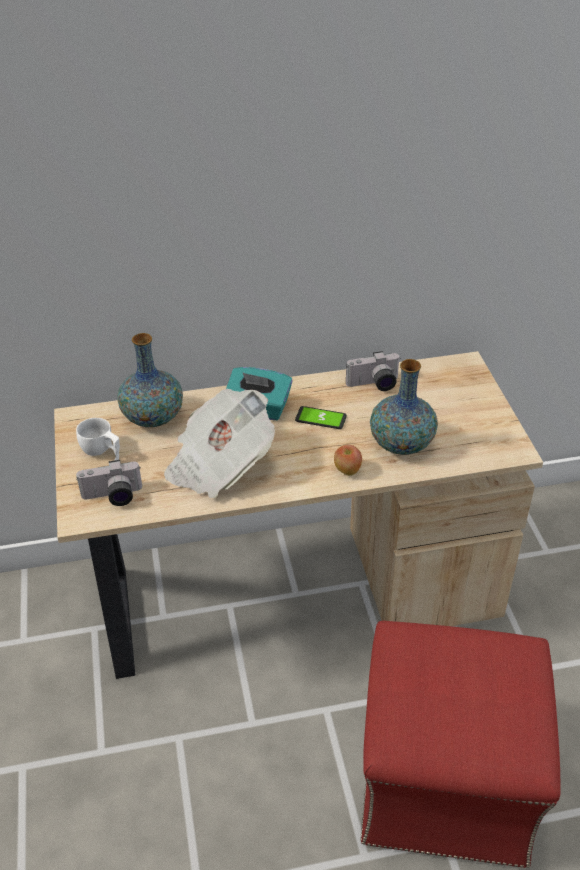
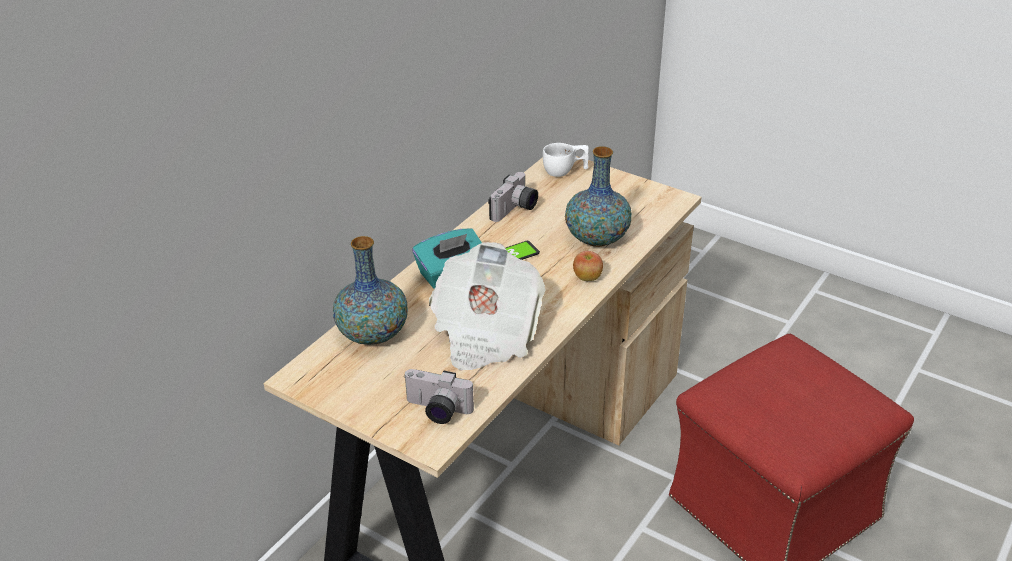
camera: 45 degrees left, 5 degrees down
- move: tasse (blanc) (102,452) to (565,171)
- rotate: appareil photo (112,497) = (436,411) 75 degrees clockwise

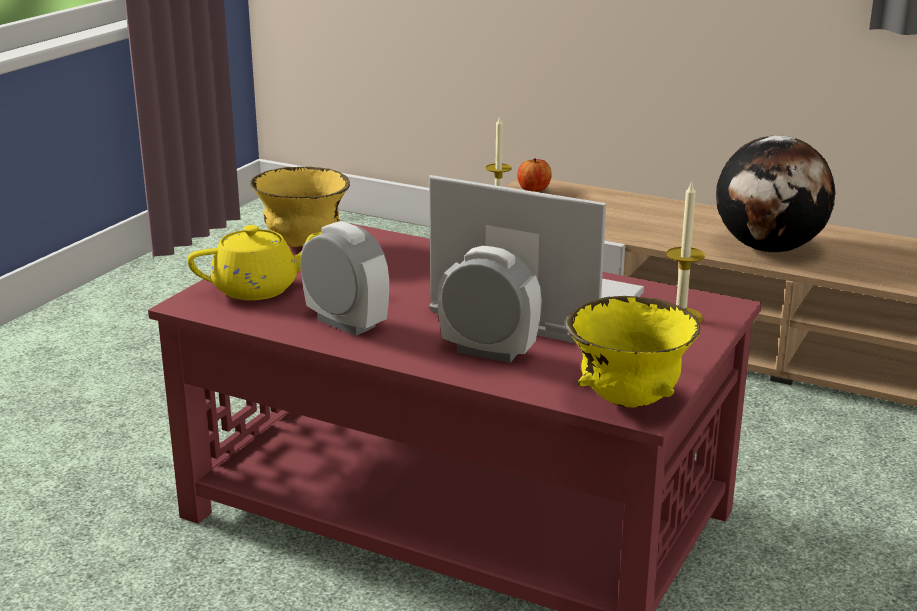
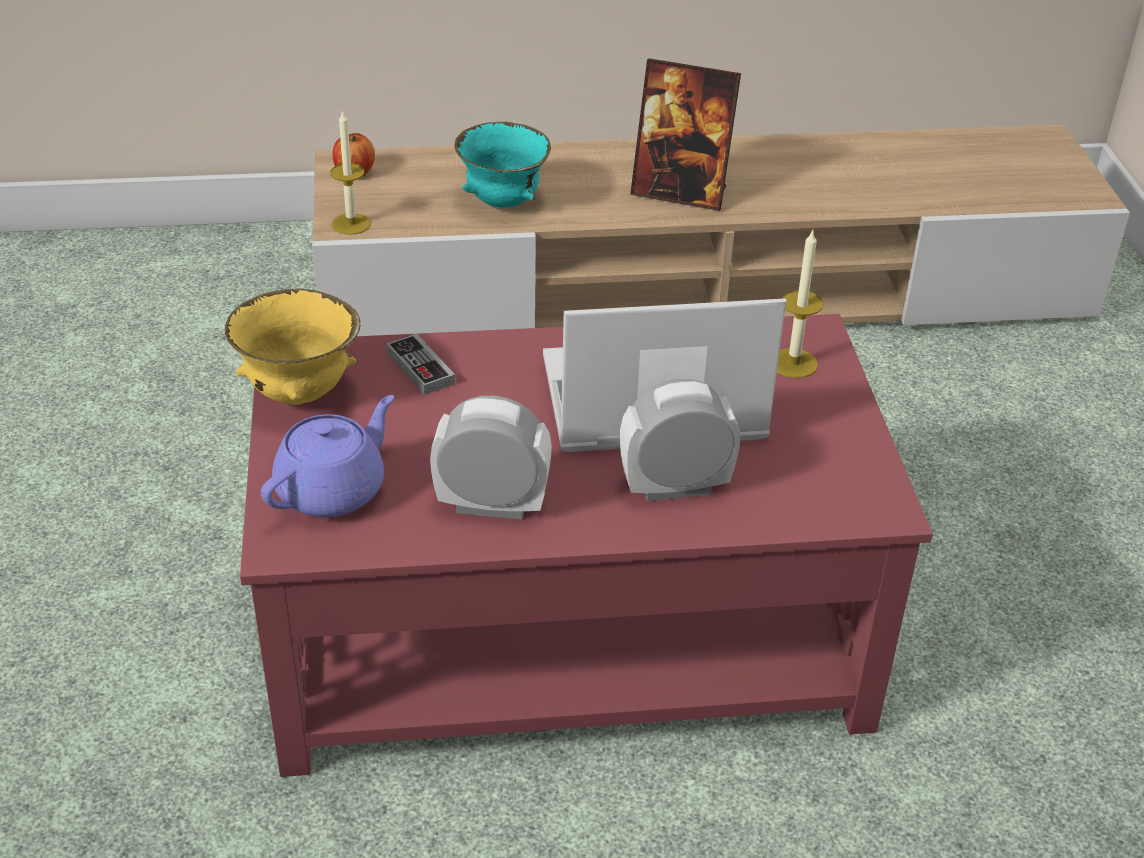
camera: 35 degrees left, 15 degrees up
- delete: bol (jaune) (628,400)
- insert: manette (420,368)
- insert: bol (turquoise) (502,203)
- replace: globe (769,248) to cadre photo (680,193)
- recolor: théière (jaune) (258,289) to théière (violet) (333,490)

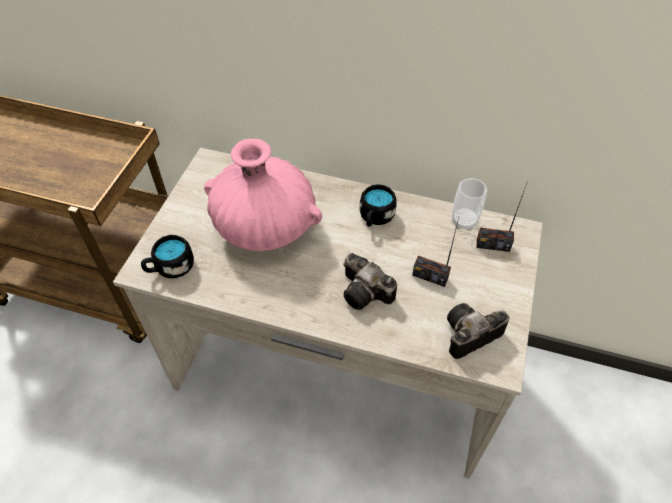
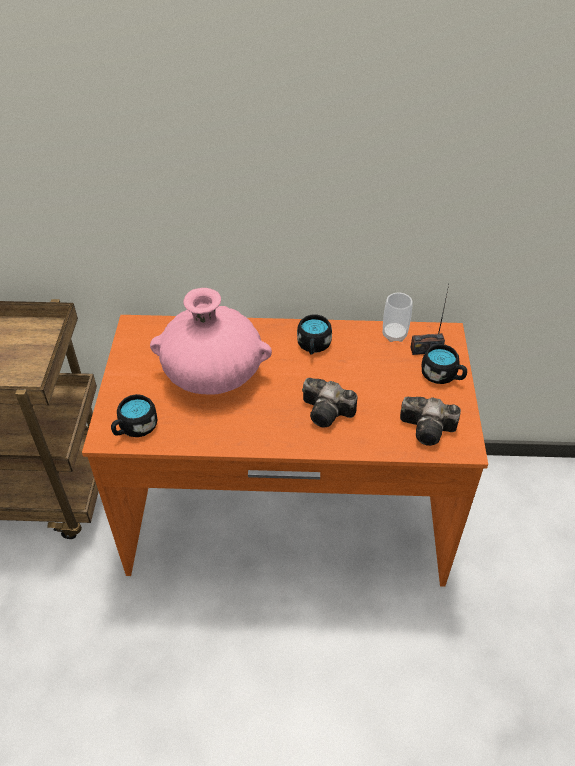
camera: 15 degrees left, 5 degrees down
- delete: radio (430,276)
- insert: mug (noir) (442,376)
- recolor: bureau (beige) (336,369) to bureau (orange) (287,517)
- rotate: appareil photo (468,336) = (429,429) 120 degrees counterclockwise

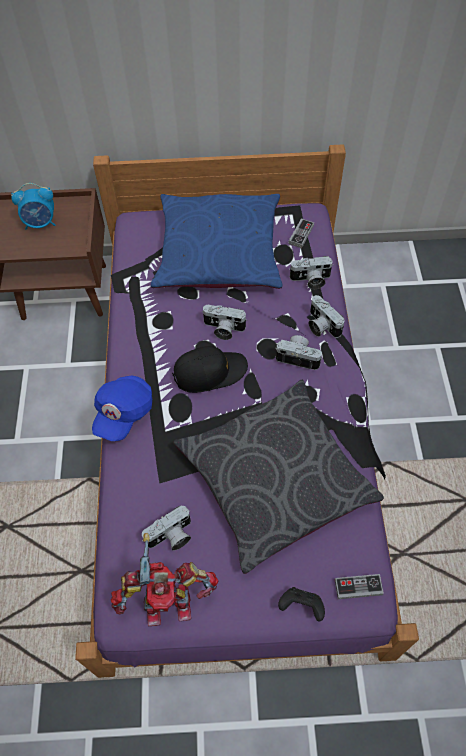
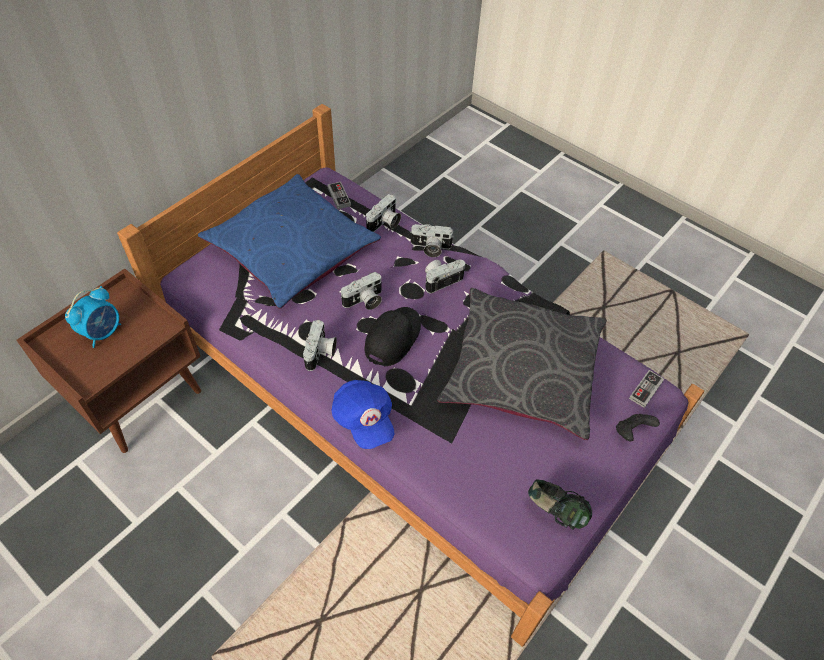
camera: 50 degrees left, 5 degrees down
- move: appareil photo (171,537) to (321,353)
- replace: robot jouet (167,602) to casque audio (555,512)

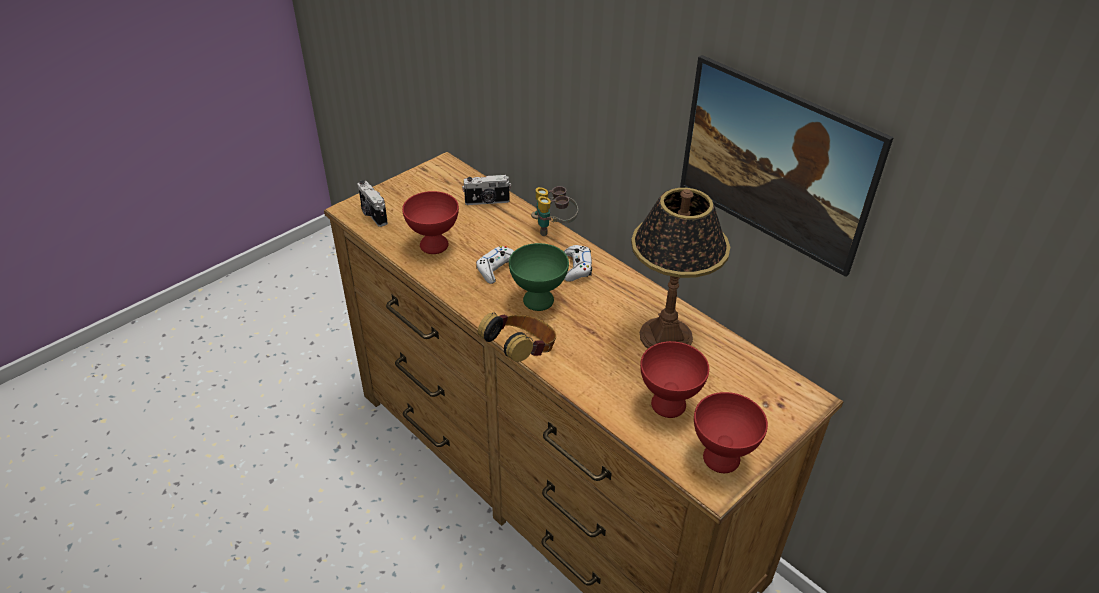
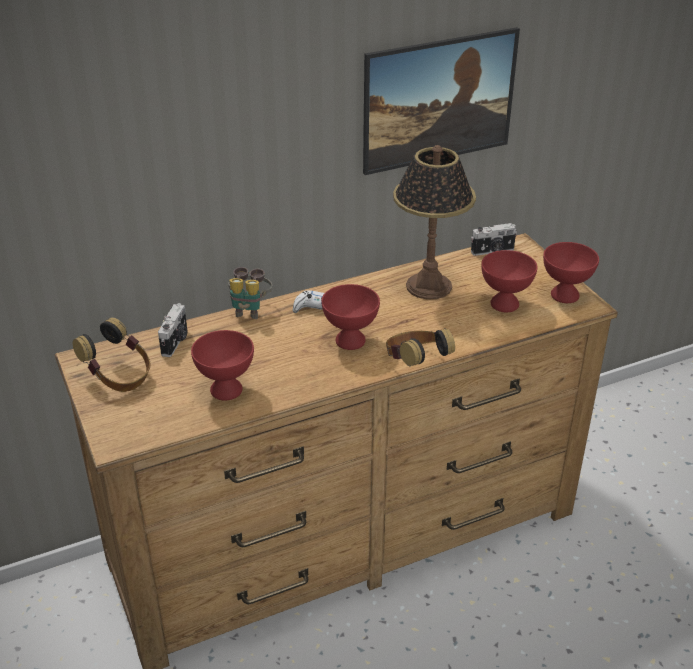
camera: 70 degrees left, 5 degrees down
- delete: manette (blanc) (497,269)
- insert: casque audio (119,377)
- move: appareil photo (372,214) to (493,251)
- recolor: bol (vert) (539,300) to bol (rouge) (350,340)

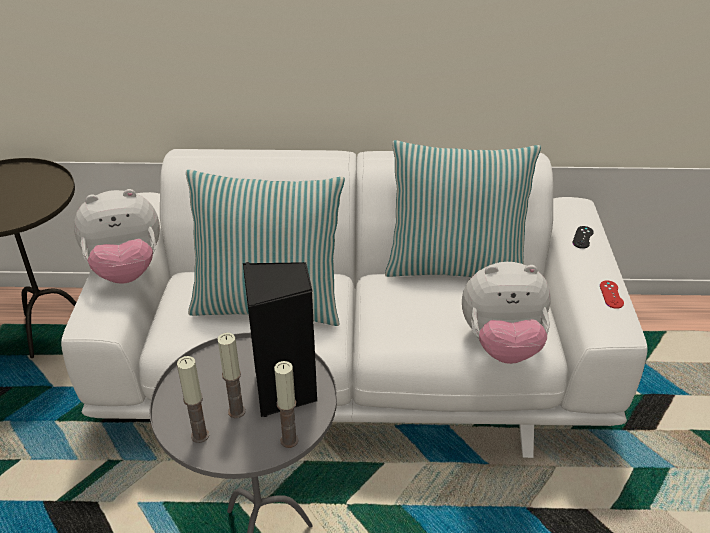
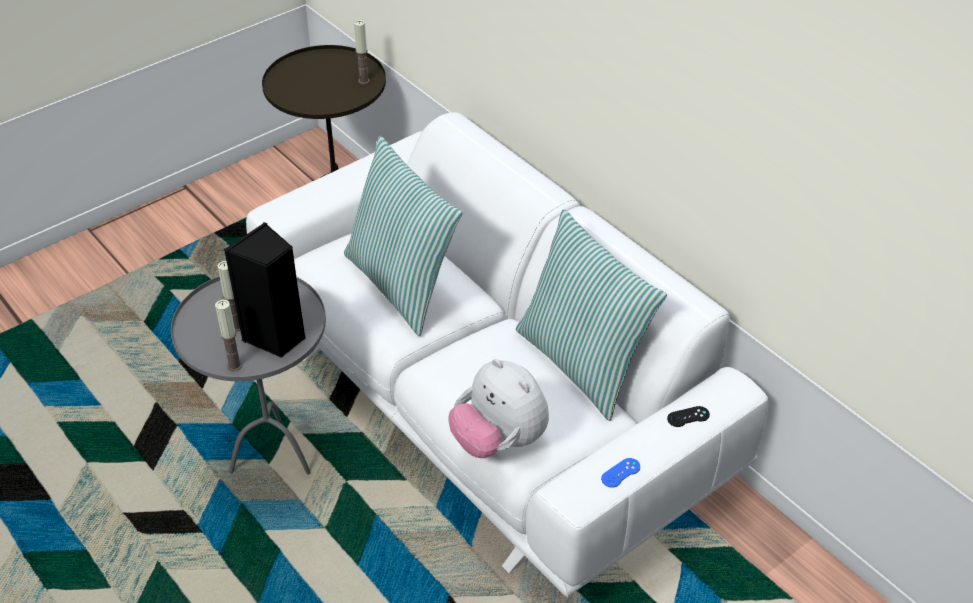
camera: 50 degrees right, 5 degrees up
- delete: peluche (126,270)
- move: bougie (200,435) to (363,80)
- recolor: manette (rouge) (611,294) to manette (bleu) (620,473)

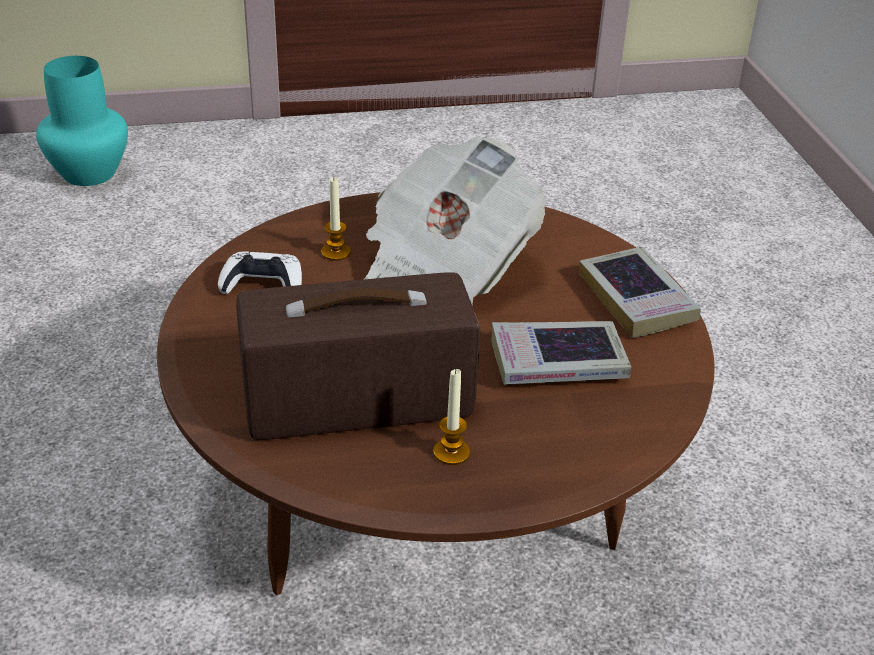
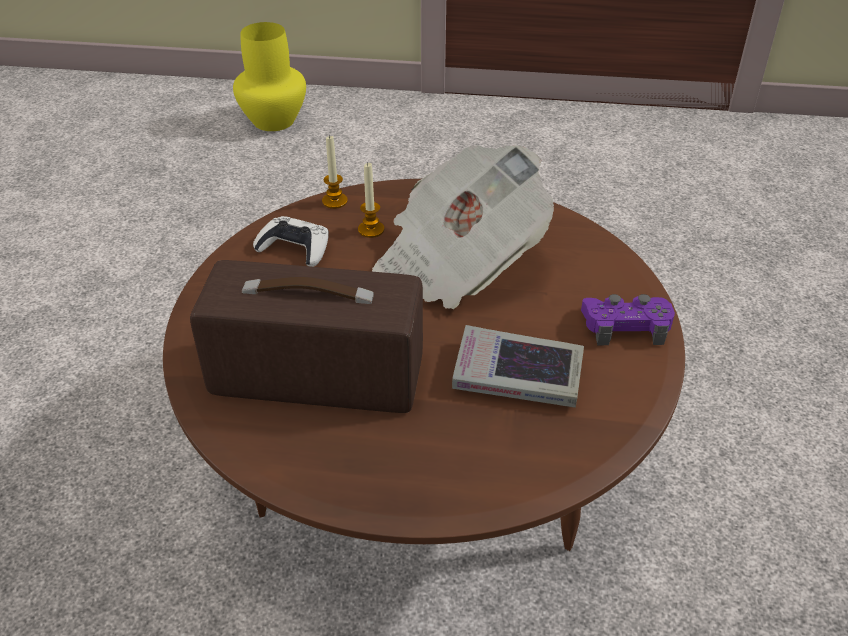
camera: 20 degrees right, 5 degrees up
- move: bougie (451,452) to (334,201)
- replace: livre (636,299) to manette (violet) (625,326)
- recolor: vase (turquoise) (88,173) to vase (jaune) (273,120)

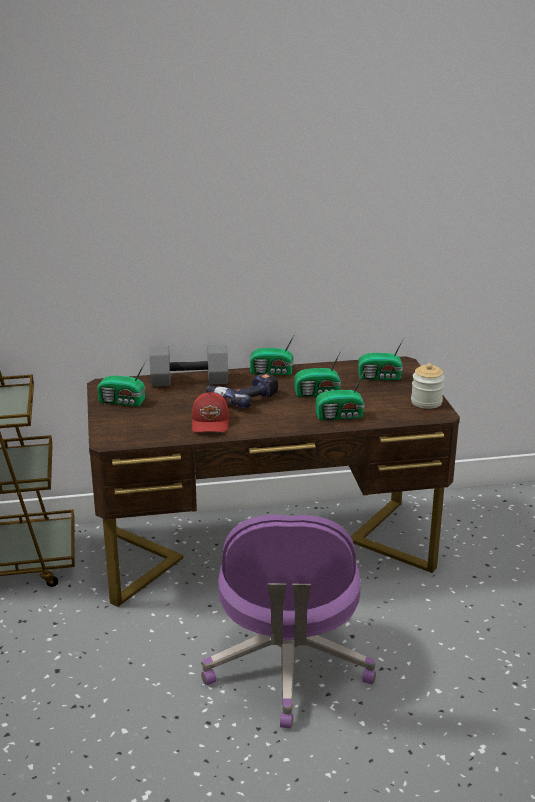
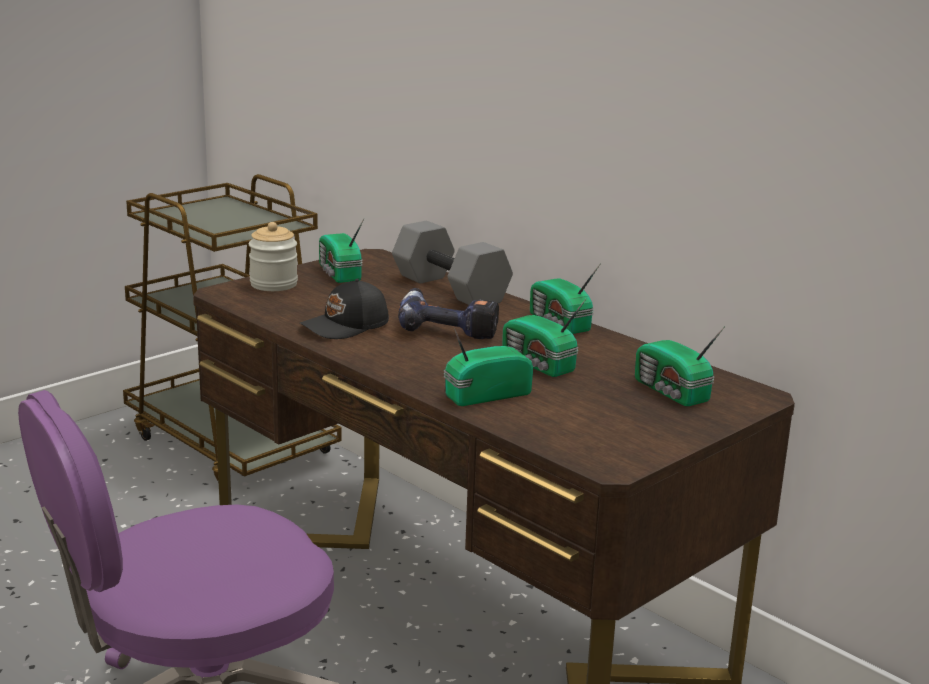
camera: 55 degrees right, 5 degrees down
- move: bocal (426,402) to (273,284)
- recolor: casquette (rouge) (211,422) to casquette (noir) (346,326)
- rotate: radio (341,416) = (484,395) 105 degrees clockwise

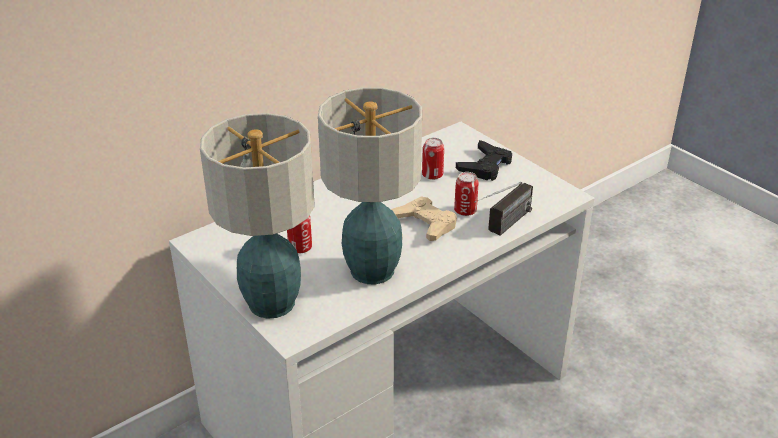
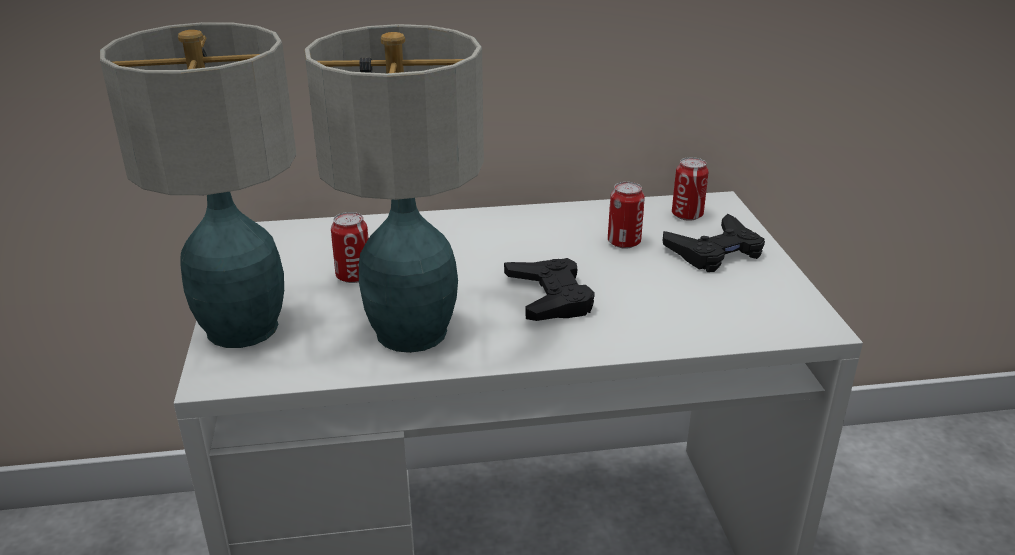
camera: 30 degrees right, 5 degrees down
- delete: radio (502,227)
- move: boîte métallique (465,211) to (687,215)
- recolor: manette (beige) (425,223) to manette (noir) (549,297)

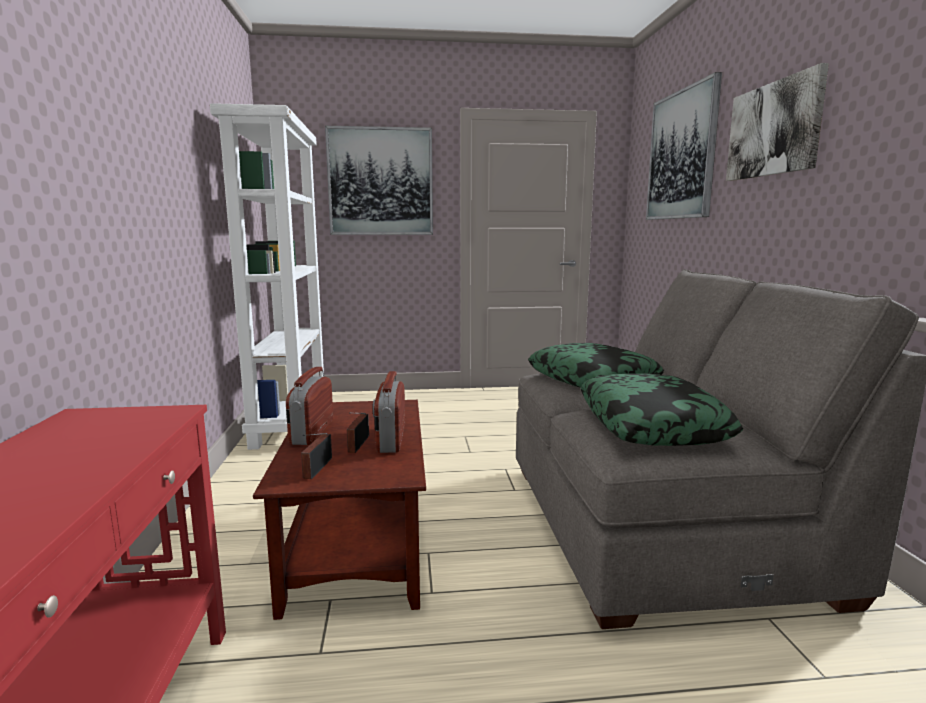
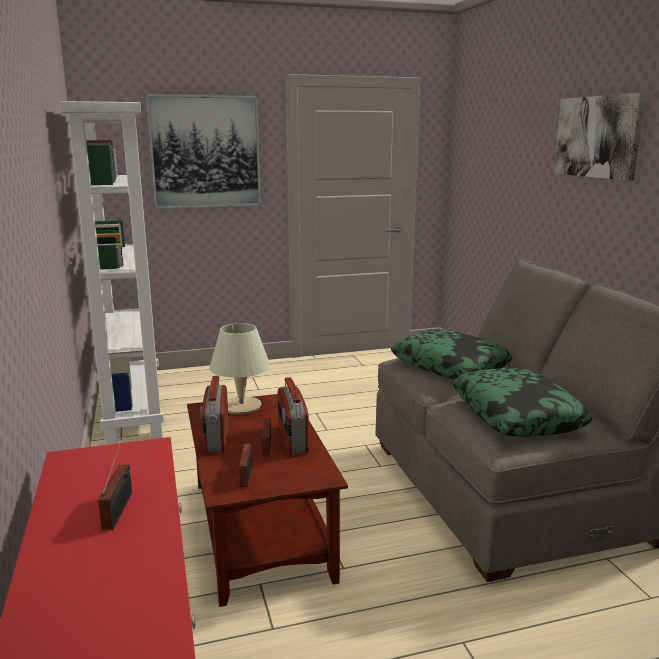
camera: 10 degrees left, 5 degrees up
- delete: tableau (681,155)
- insert: radio (119,508)
- insert: lampe de table (beige) (242,406)

